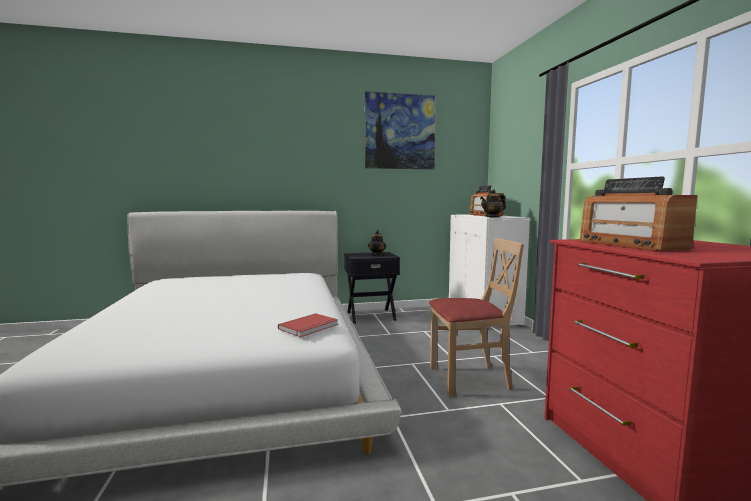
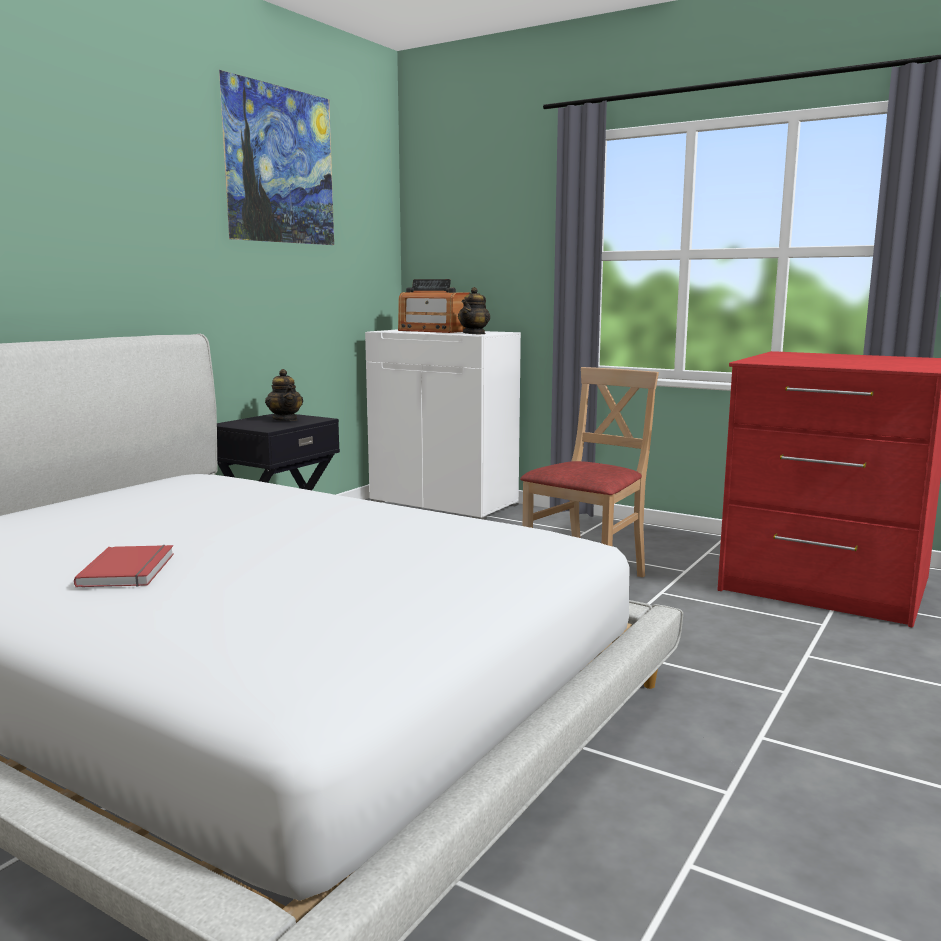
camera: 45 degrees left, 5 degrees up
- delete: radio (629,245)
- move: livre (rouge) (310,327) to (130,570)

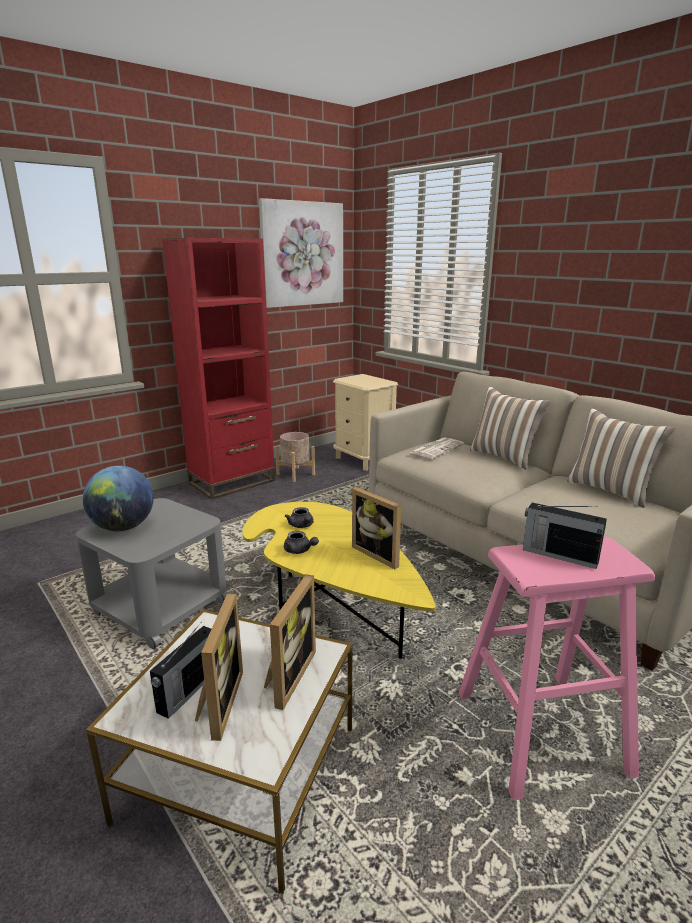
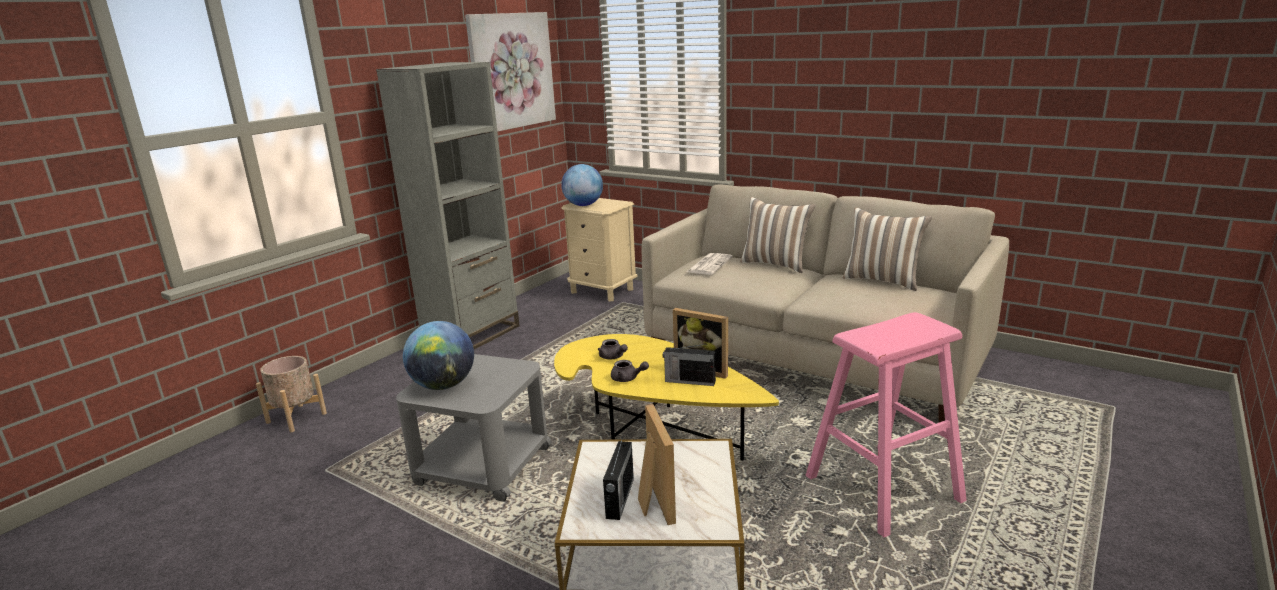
camera: 15 degrees left, 0 degrees up
- delete: cadre photo (287,676)
- insert: globe (583,205)
- move: cache-pot (beige) (296,474) to (296,418)
- move: radio (558,555) to (689,381)
- recolor: bibliothèque (rouge) (232,482) to bibliothèque (gris) (472,335)

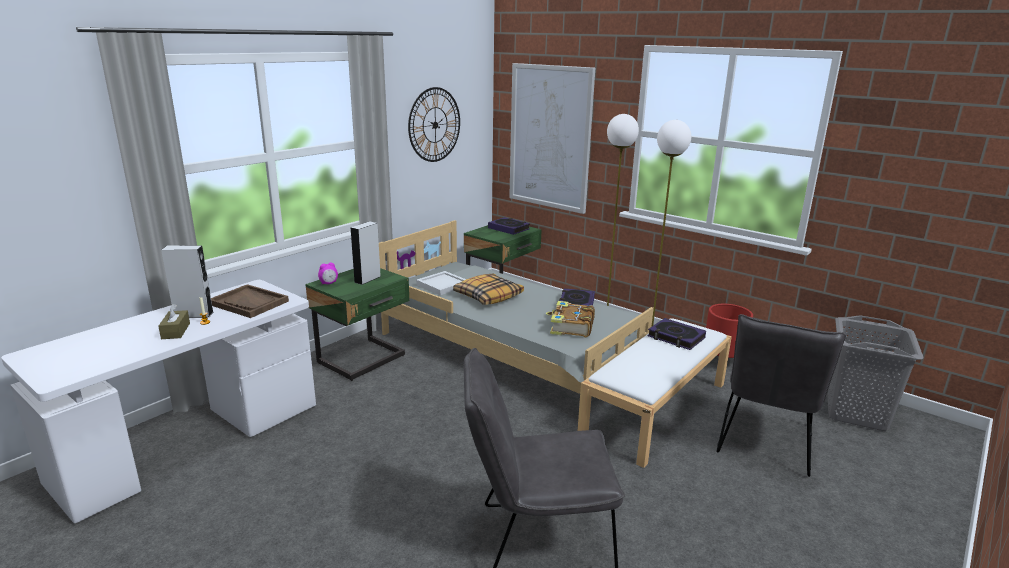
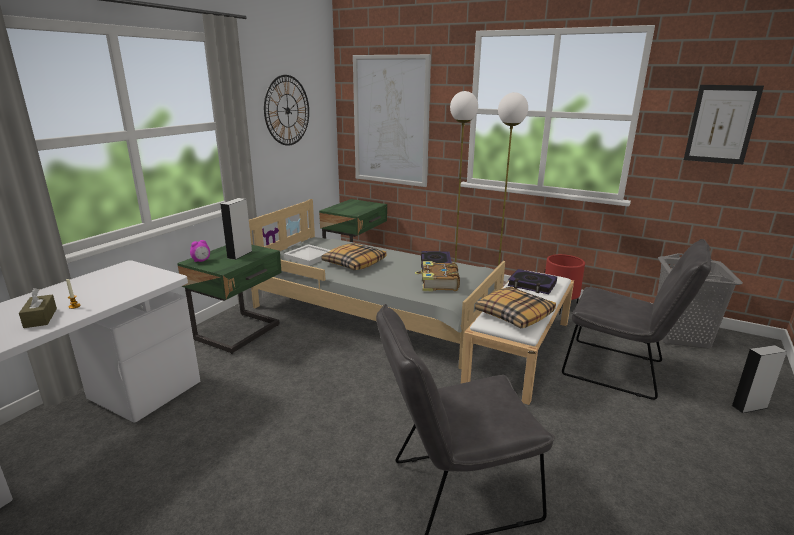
camera: 10 degrees left, 0 degrees up
- delete: plateau (marron) (249,303)
- delete: livre (509,229)
- insert: coussin (514,314)
- insert: tableau (721,124)
- move: enceinte (gris) (193,314) to (749,406)
- rotate: chaise (gris) (764,444) = (620,371) 75 degrees counterclockwise

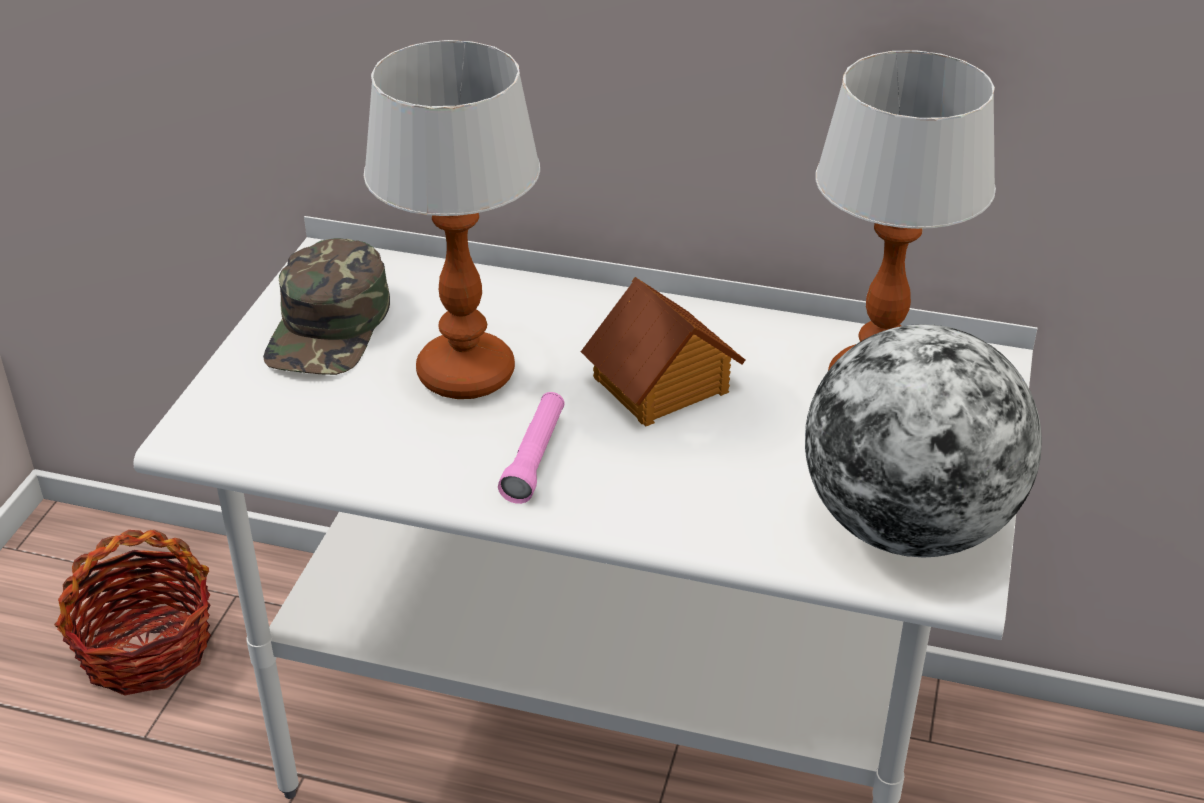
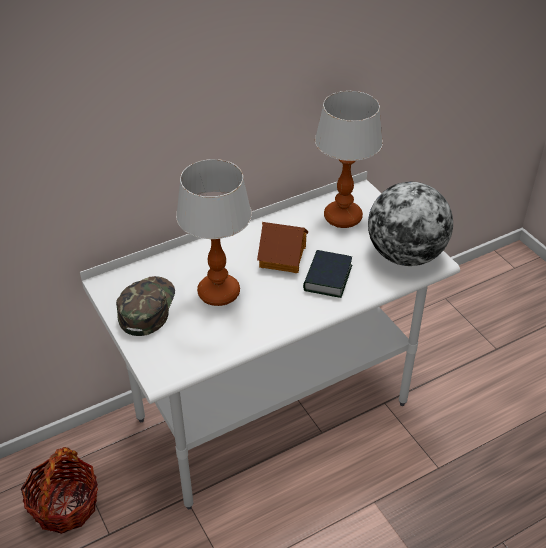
camera: 45 degrees left, 5 degrees up
- delete: lampe de poche (rose) (535,457)
- insert: livre (327,278)
- rotate: casquette (vert) (330,326) = (146,307) 135 degrees counterclockwise

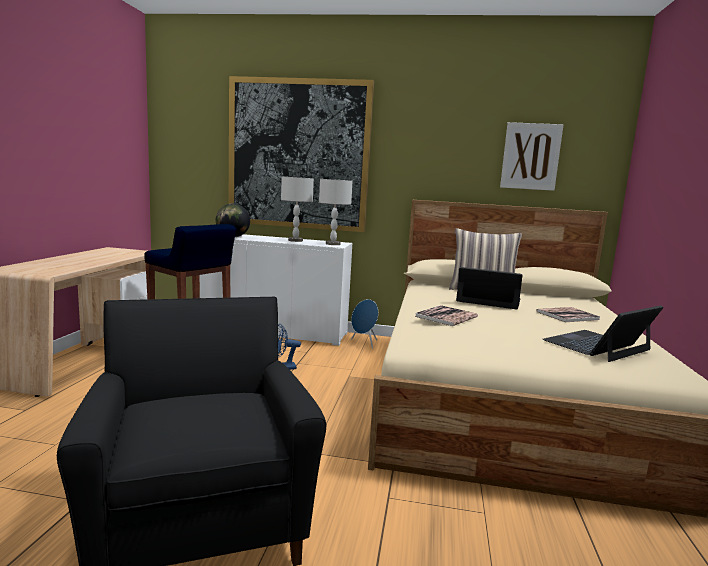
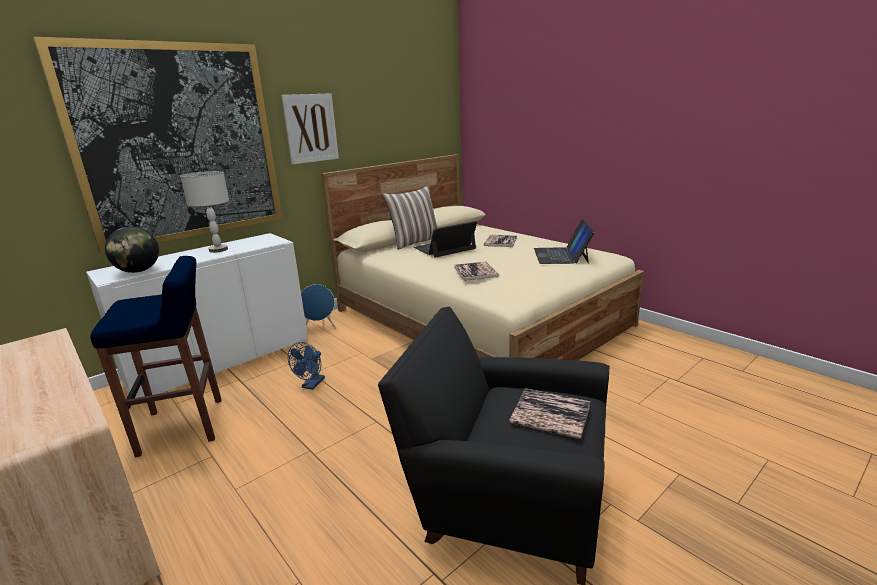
camera: 50 degrees left, 10 degrees up
- delete: lampe de table (gris) (332,244)
- insert: livre (550,414)
- move: tableau (530,156) to (311,128)

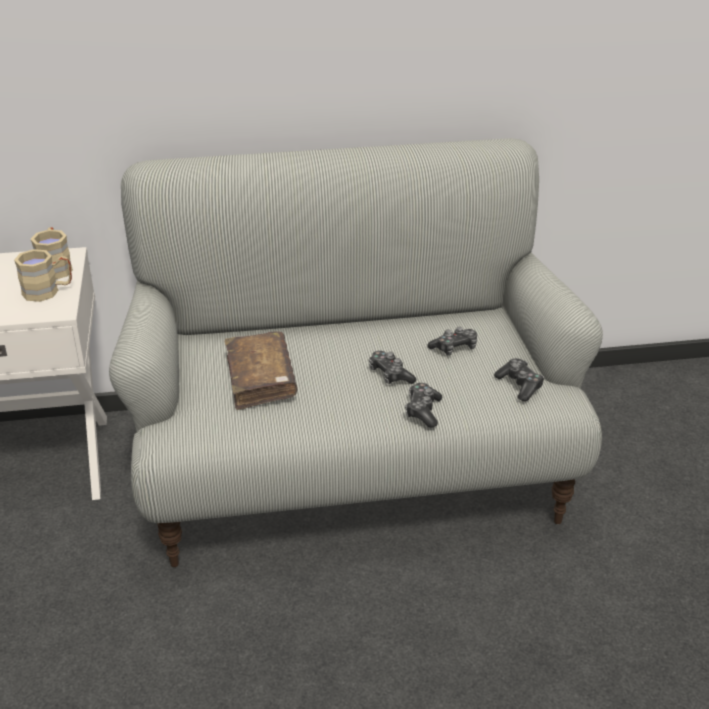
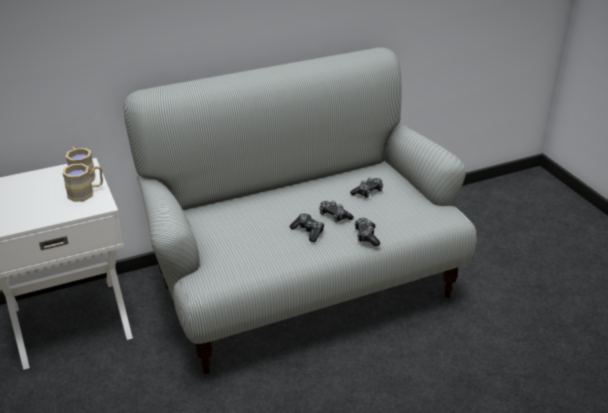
camera: 15 degrees left, 0 degrees up
- delete: livre (marron) (260,380)
- move: manette (520,385) to (308,231)

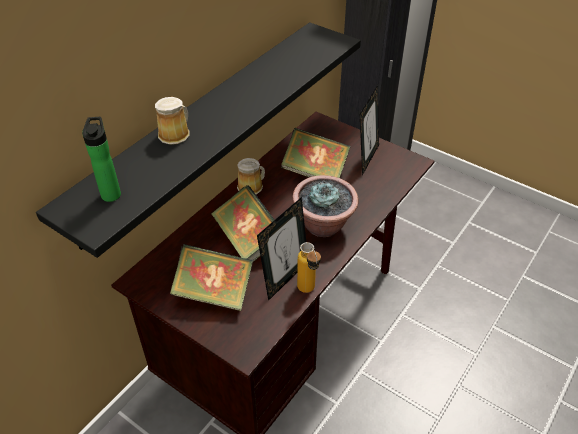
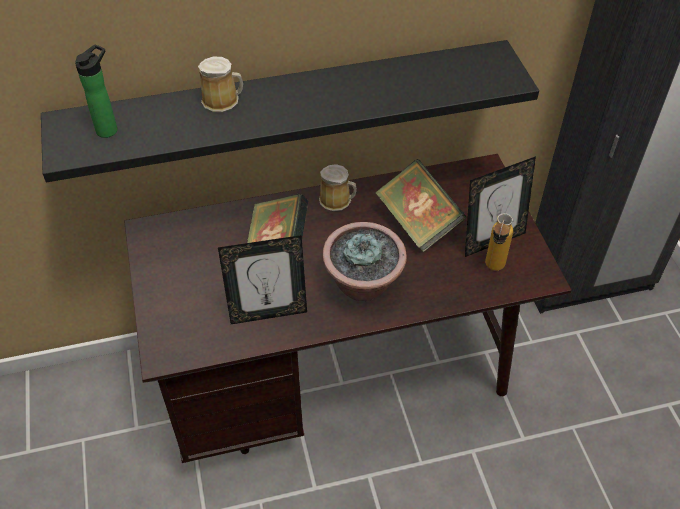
camera: 40 degrees right, 5 degrees up
- delete: livre (214,293)
- move: bouteille (308,292) to (493,270)

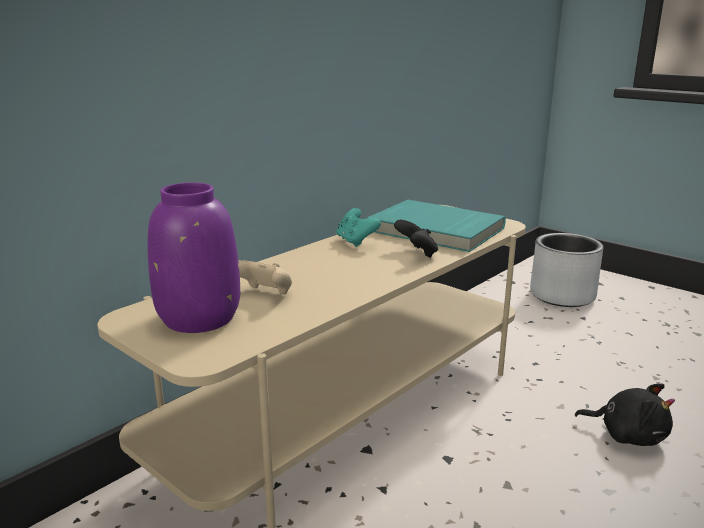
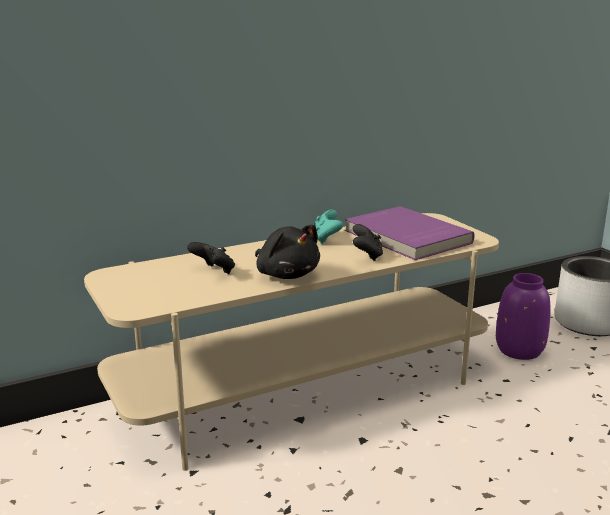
camera: 20 degrees right, 0 degrees up
- move: vase (violet) (198,318) to (518,350)
- move: peluche (noir) (627,435) to (286,274)
- recolor: manette (beige) (265,294) to manette (noir) (214,271)
- recolor: livre (turquoise) (434,230) to livre (violet) (405,237)

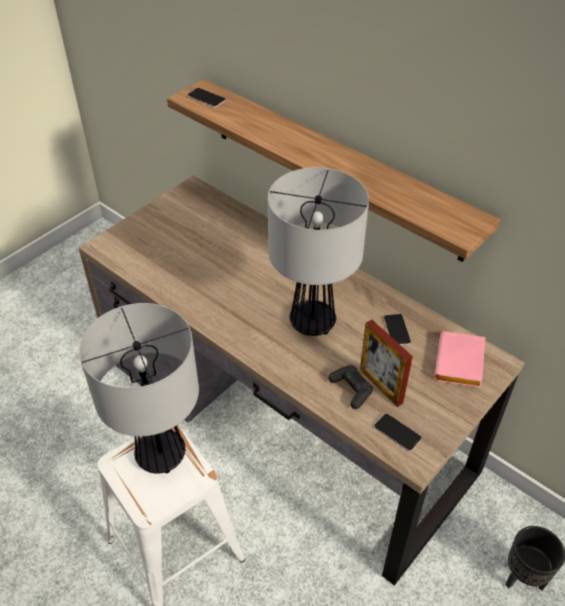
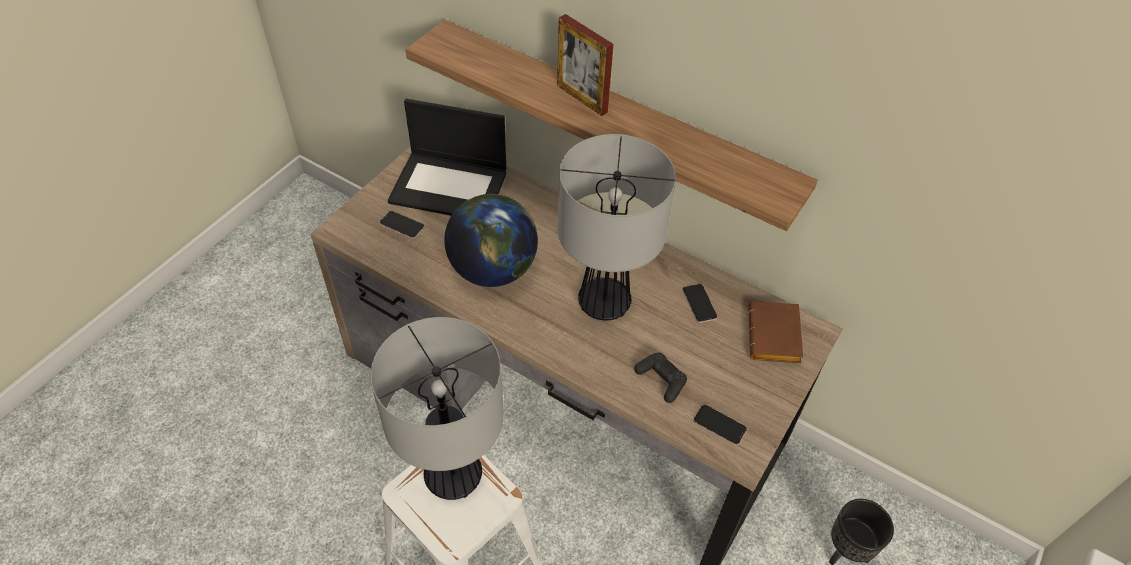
camera: 10 degrees left, 5 degrees up
- insert: ordinateur portable (450,186)
- insert: globe (493,269)
- move: téléphone (206,98) to (402,225)
- move: cadre photo (381,386) to (582,98)
- recolor: livre (rose) (461,365) to livre (marron) (775,338)

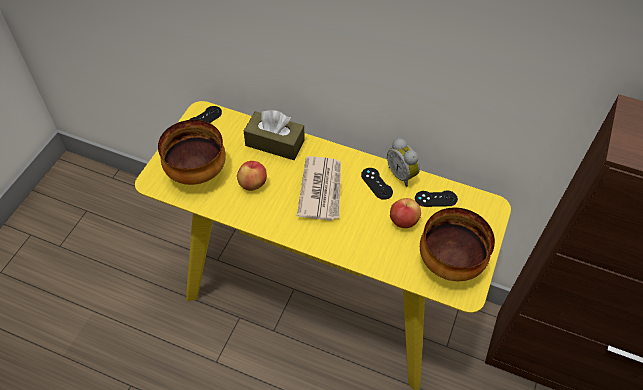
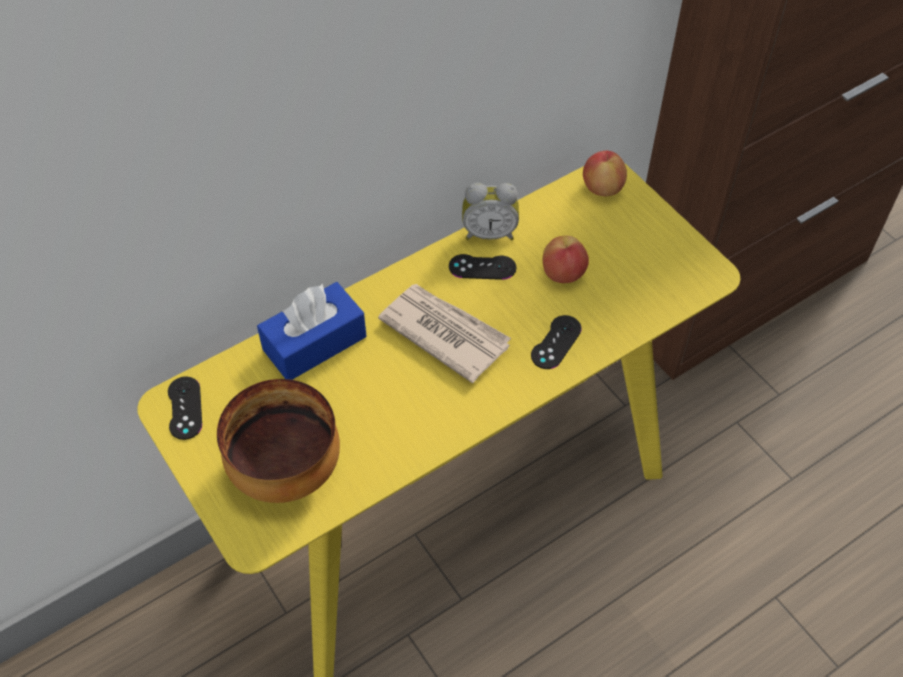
camera: 55 degrees left, 0 degrees up
- delete: bol (450,261)
- move: pomme (252,183) to (602,188)
- move: manette (noir) (436,199) to (556,342)
- recolor: boîte à mouchoirs (marron) (275,143) to boîte à mouchoirs (bleu) (314,343)

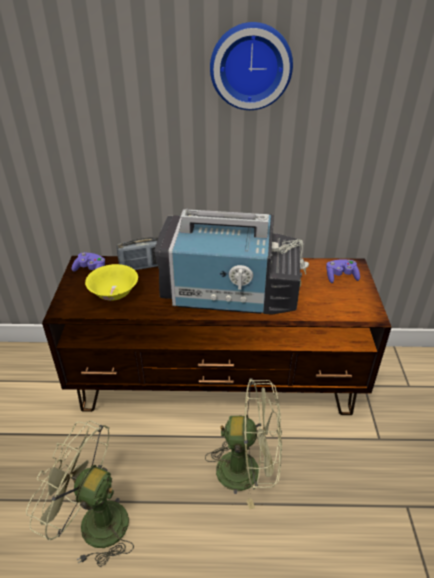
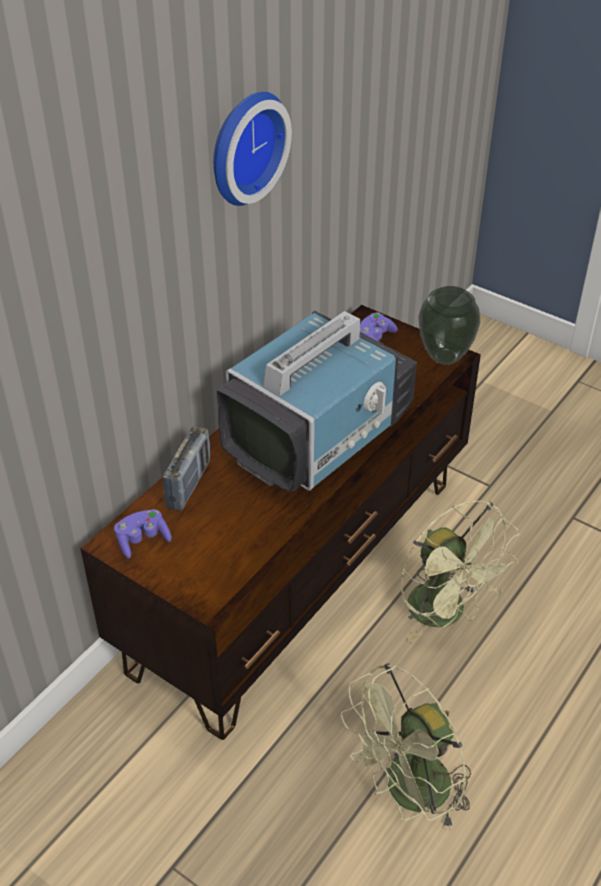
camera: 55 degrees left, 5 degrees up
- delete: bol (jaune) (114,294)
- insert: vase (445,357)
- rotate: ventilateur (vert) (248,470) = (446,613) 105 degrees clockwise

